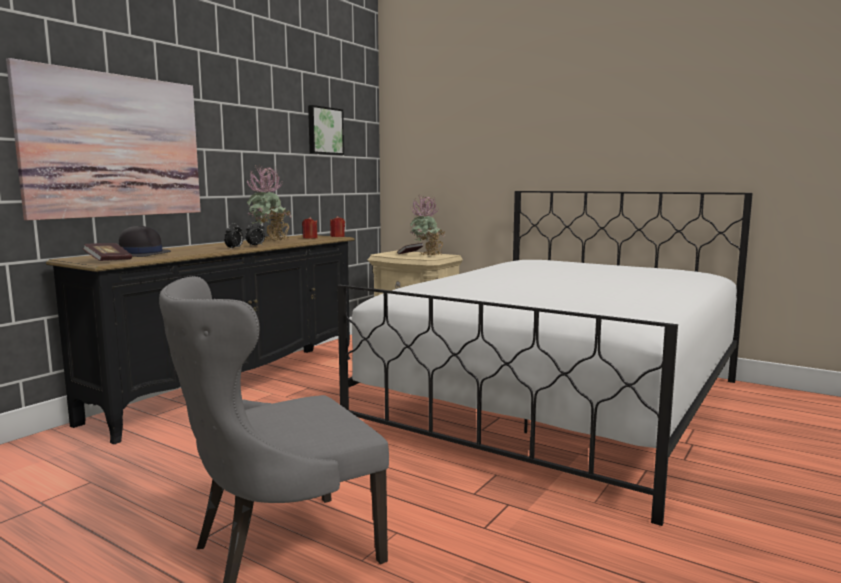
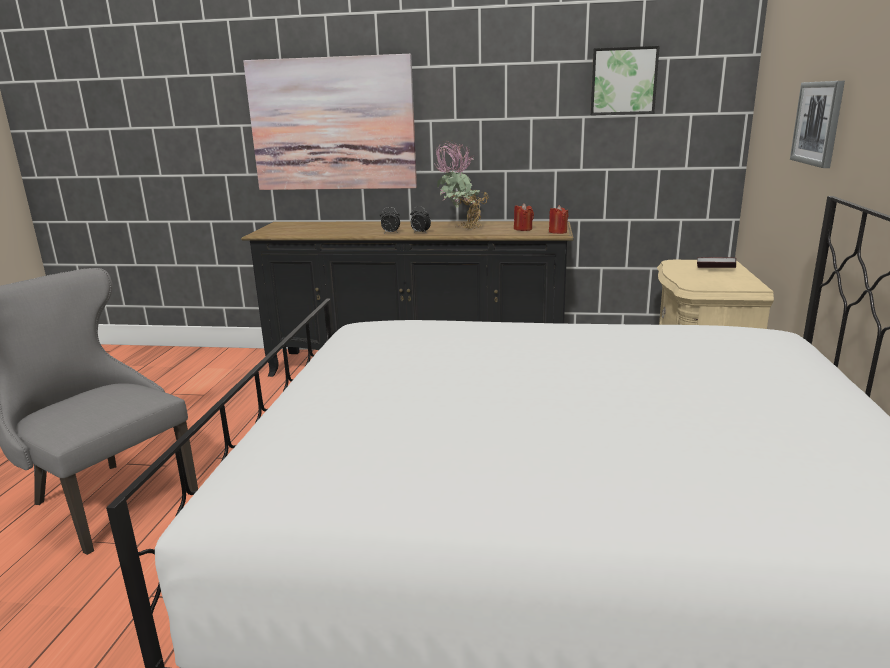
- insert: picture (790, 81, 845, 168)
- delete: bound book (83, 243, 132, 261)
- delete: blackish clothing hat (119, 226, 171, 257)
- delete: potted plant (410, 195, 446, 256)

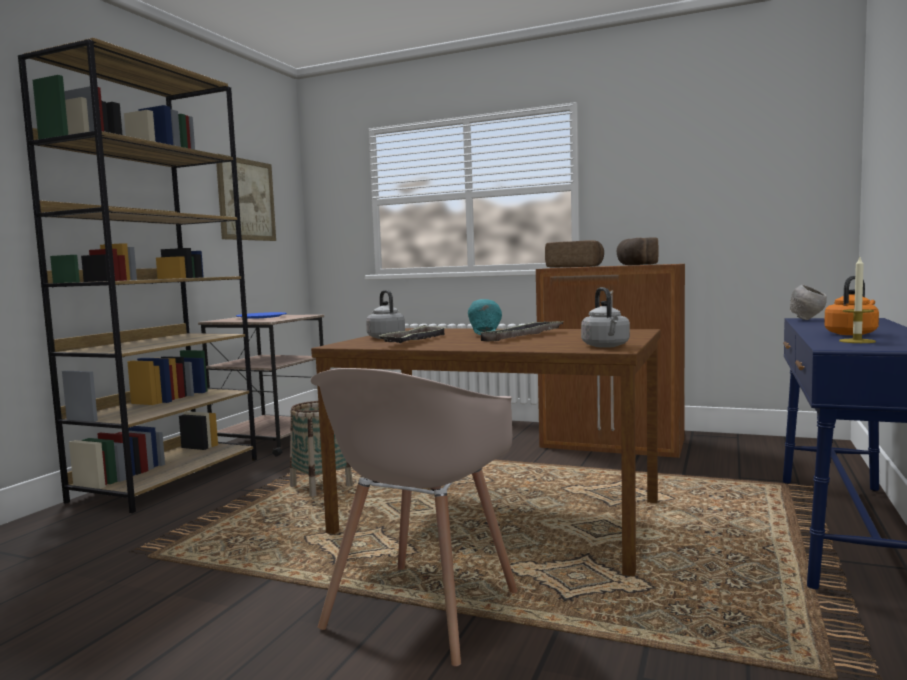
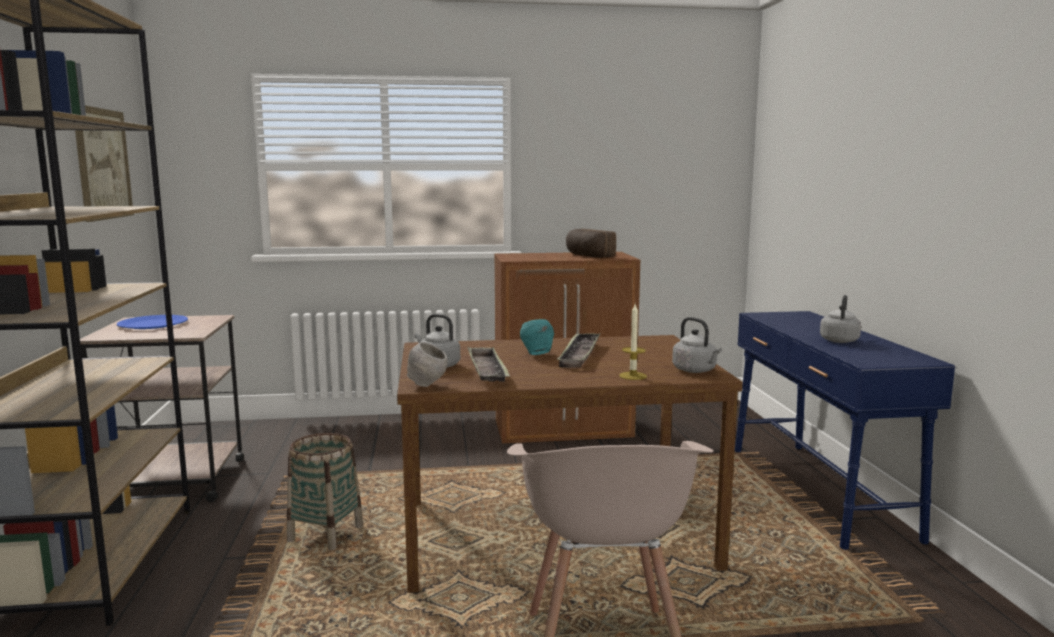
- move: gray deep dish (789, 285, 827, 320) to (407, 342, 447, 387)
- move: candle (839, 257, 876, 343) to (619, 304, 647, 380)
- recolor: orange-coloured water kettle (824, 276, 879, 335) to gray water kettle (820, 295, 861, 343)
- delete: bread (545, 240, 604, 268)

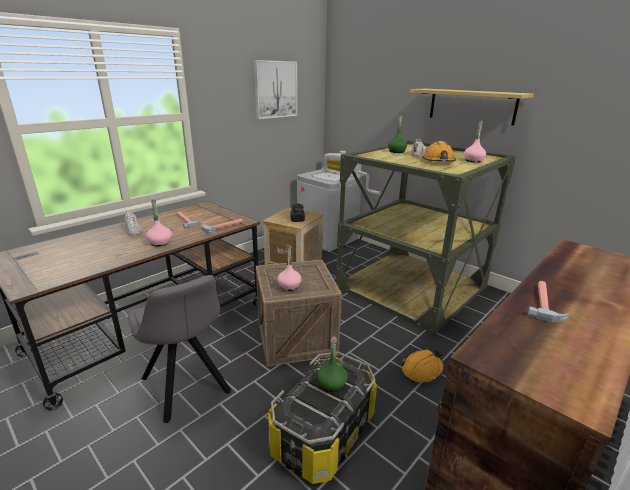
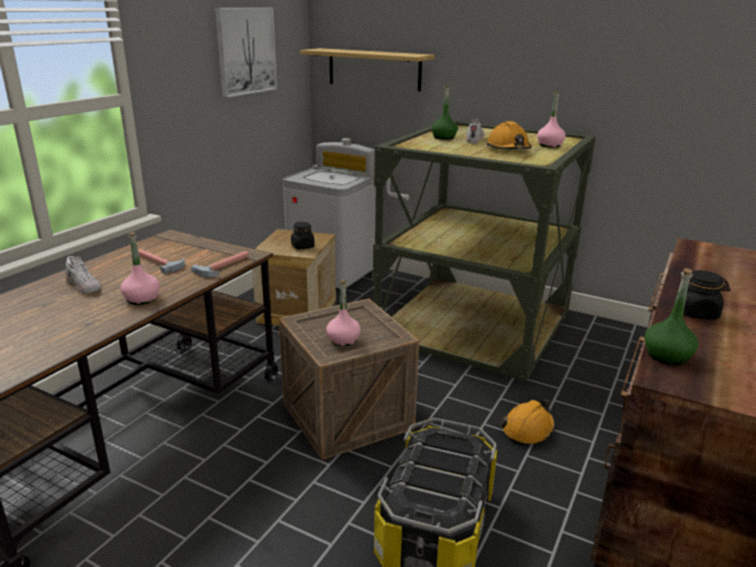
- move: bracket shelf (410, 89, 534, 126) to (300, 48, 435, 91)
- move: greenish beverage bottle (317, 336, 347, 392) to (645, 268, 698, 365)
- replace: hammer (528, 281, 569, 322) to blackish preserve jar (676, 270, 730, 319)
- delete: gray chair (128, 275, 231, 423)

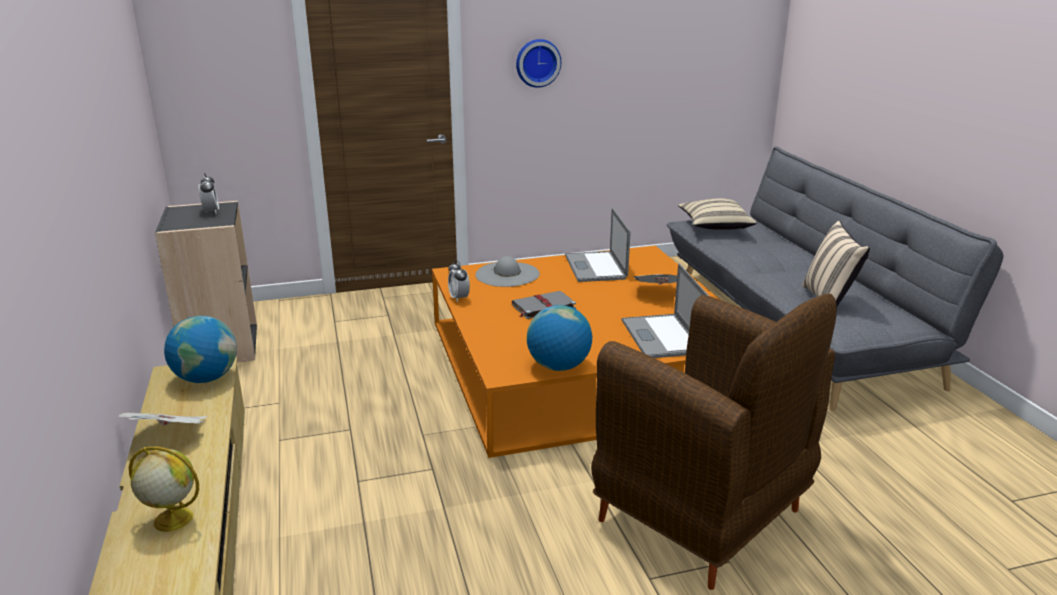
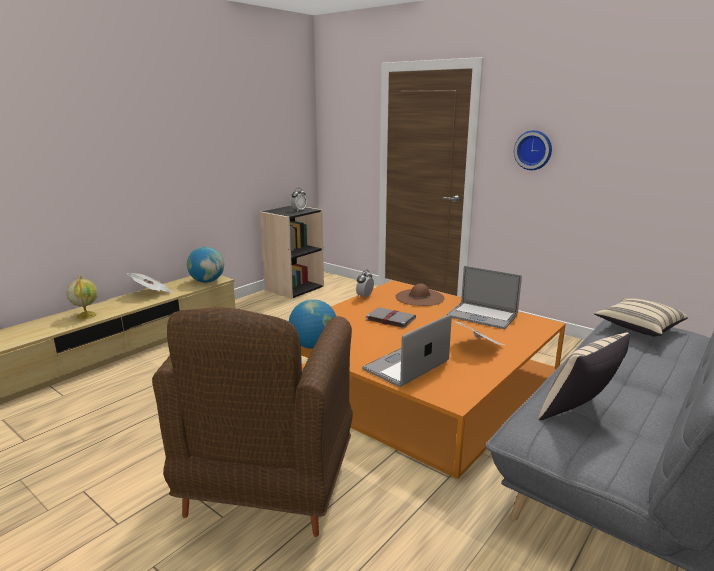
- recolor: gray clothing hat (475, 256, 540, 287) to brownish clothing hat (396, 284, 444, 306)
- rotate: notebook computer (565, 208, 630, 282) = (447, 266, 522, 329) 105 degrees counterclockwise

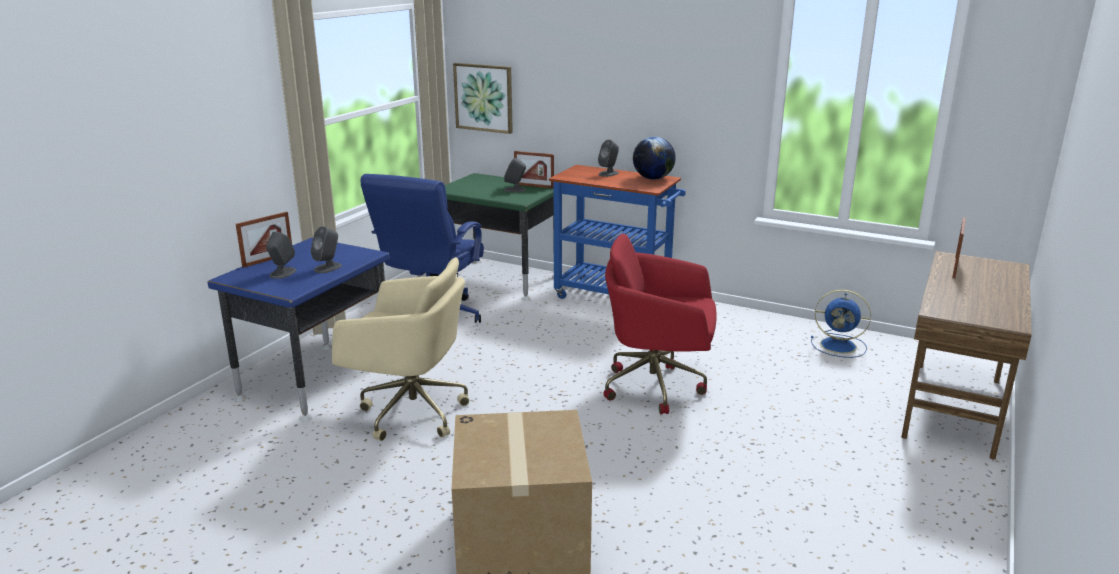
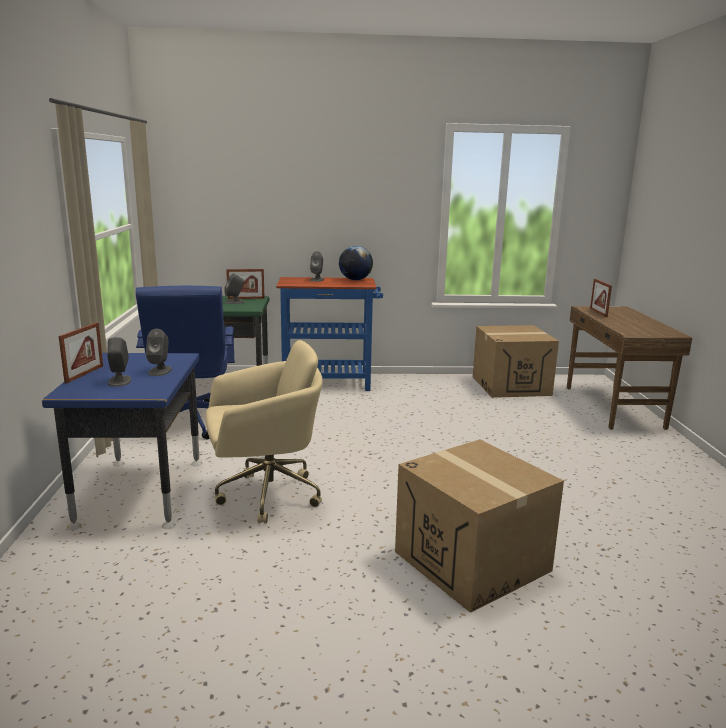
- replace: bluish cooling fan (811, 290, 871, 358) to carton (473, 325, 559, 398)
- delete: picture (453, 63, 513, 134)
- delete: red computer chair (604, 234, 717, 414)

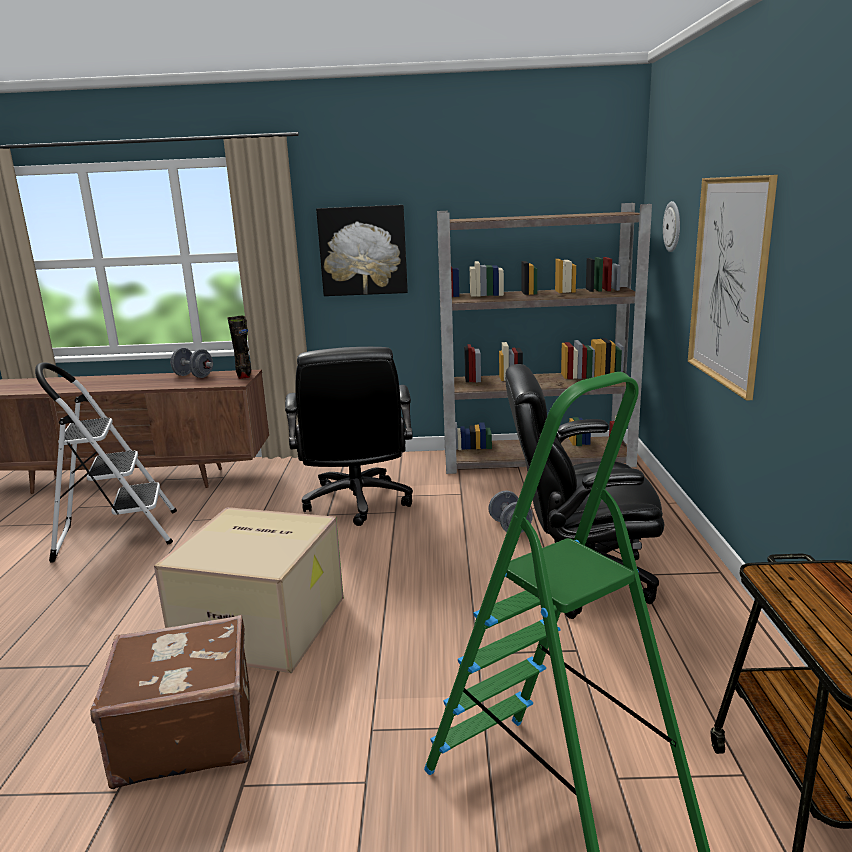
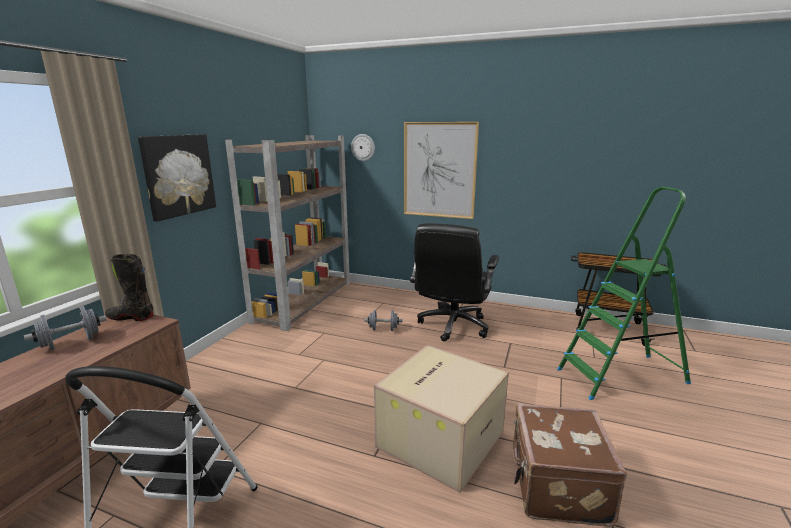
- delete: blackish computer chair (285, 347, 413, 526)

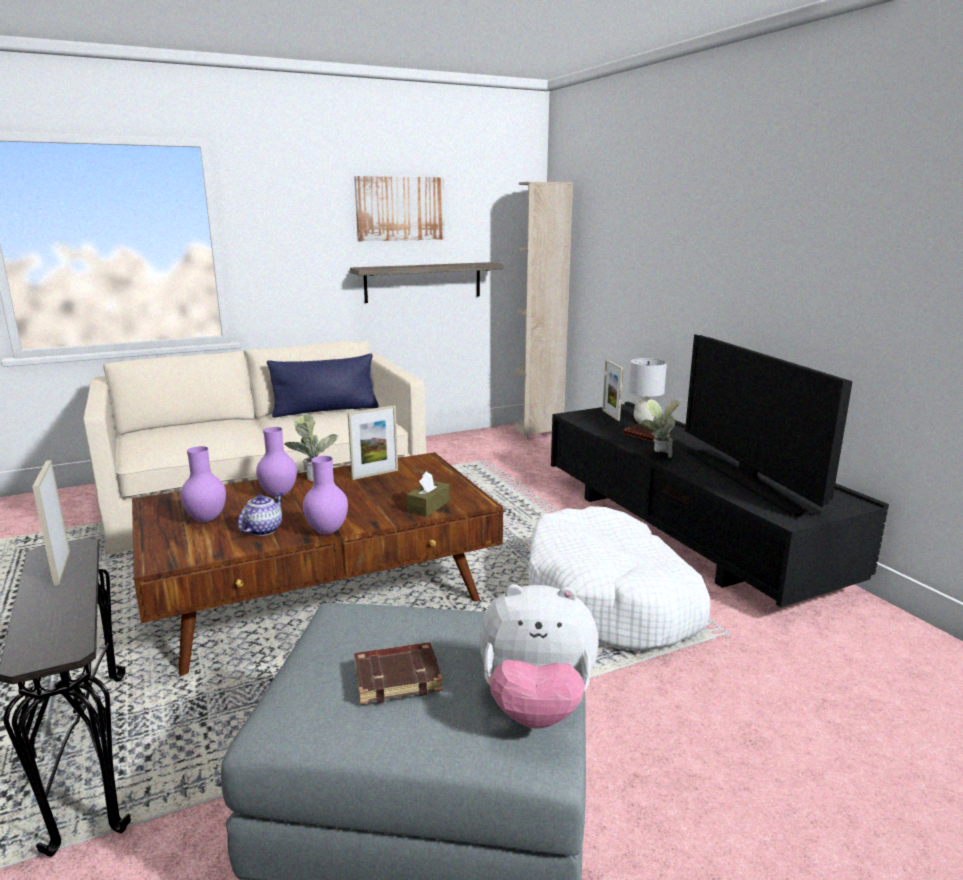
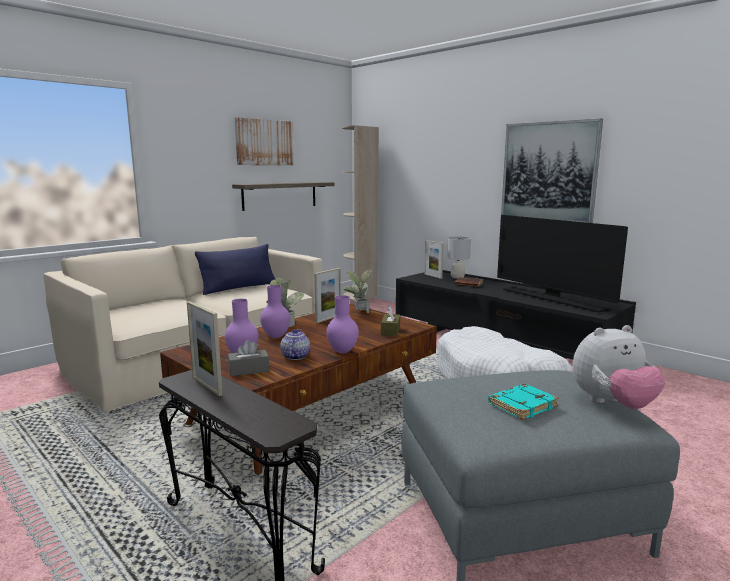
- insert: gray tissue holder (228, 340, 269, 376)
- move: potted plant (640, 400, 680, 458) to (343, 269, 372, 313)
- recolor: brownish bound book (354, 642, 443, 704) to turquoise bound book (488, 384, 558, 420)
- insert: picture (501, 119, 603, 223)

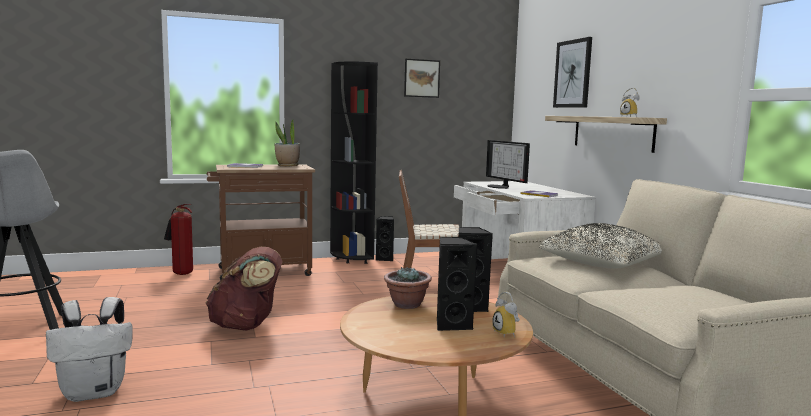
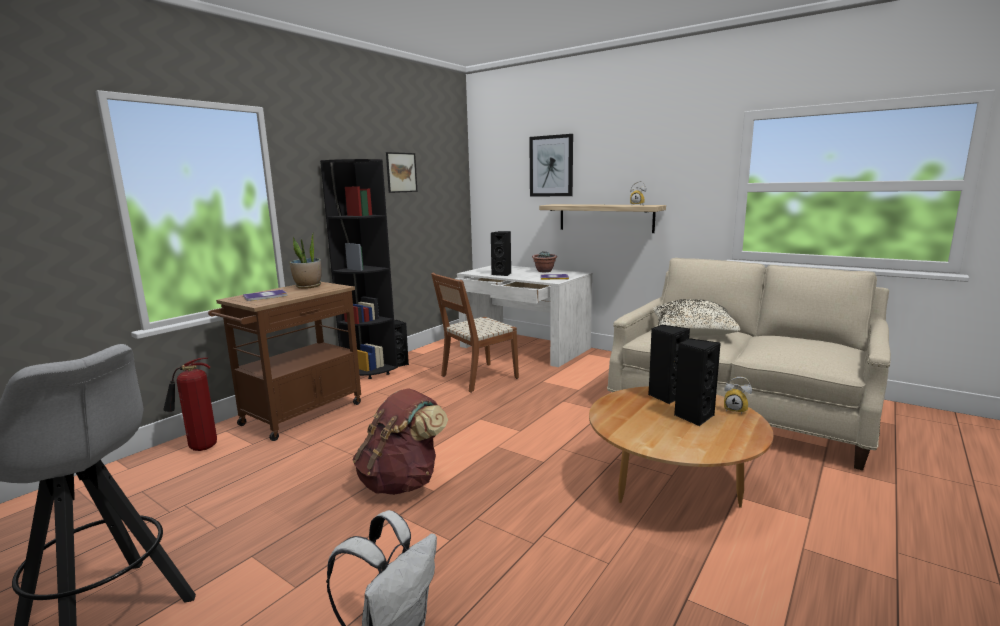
- replace: computer screen (486, 140, 530, 189) to blackish loudspeaker (491, 231, 511, 276)
- move: potted plant (384, 267, 432, 309) to (532, 251, 557, 272)

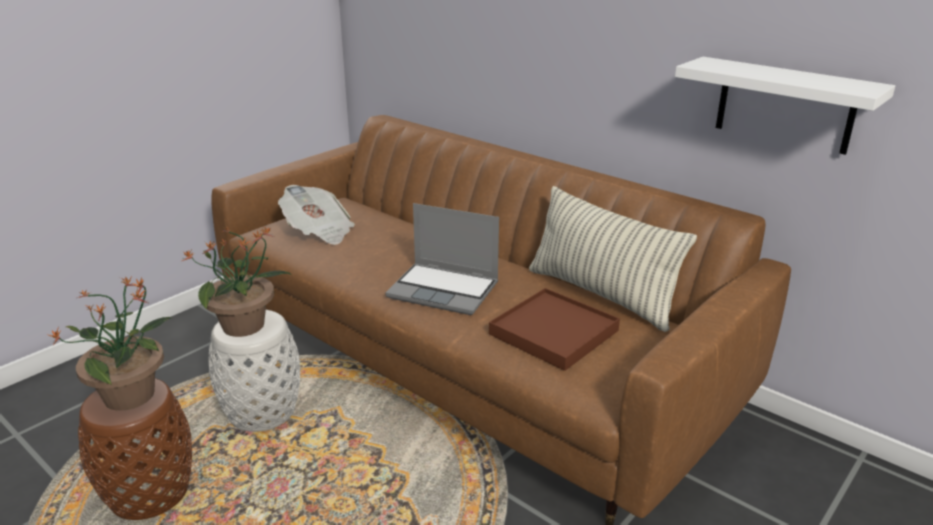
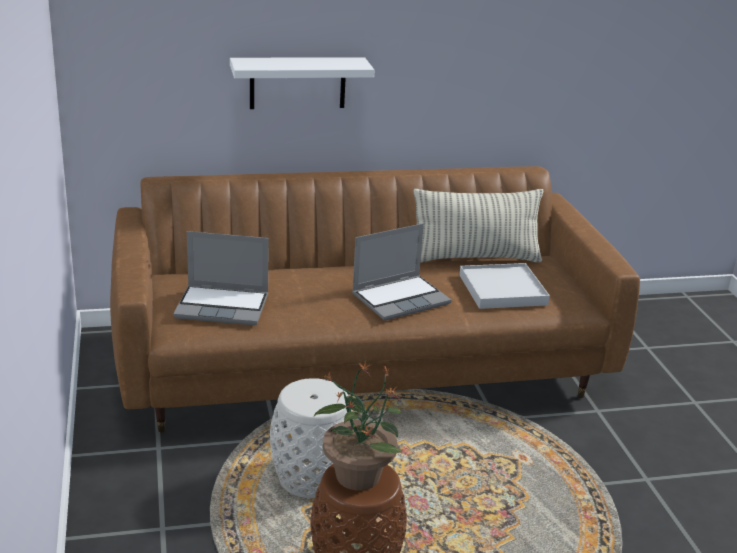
- replace: daily paper (278, 185, 355, 245) to notebook computer (173, 231, 269, 325)
- move: white bracket shelf (675, 57, 895, 155) to (230, 57, 374, 109)
- recolor: brownish serving tray (489, 288, 620, 371) to white serving tray (459, 263, 550, 309)
- delete: potted plant (182, 226, 292, 337)

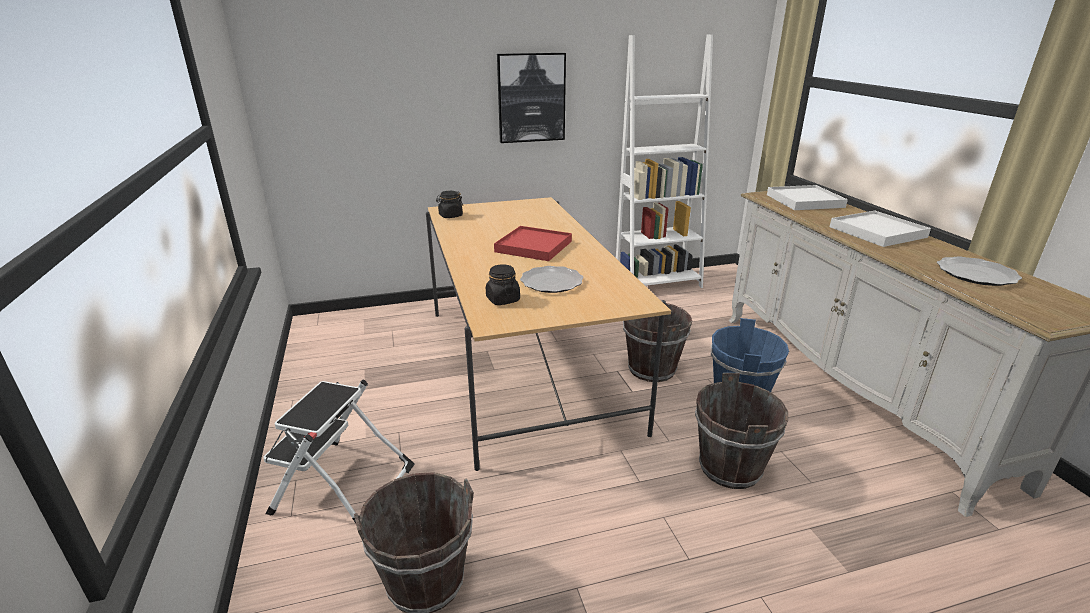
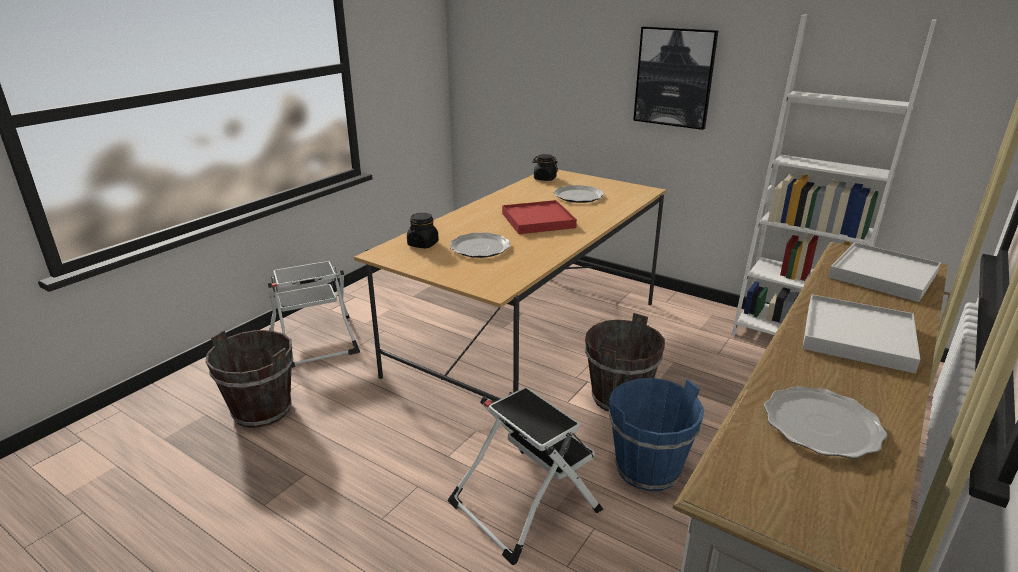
- replace: brownish water bucket (695, 373, 788, 489) to step stool (447, 387, 603, 565)
- insert: dinner plate (554, 185, 604, 203)

